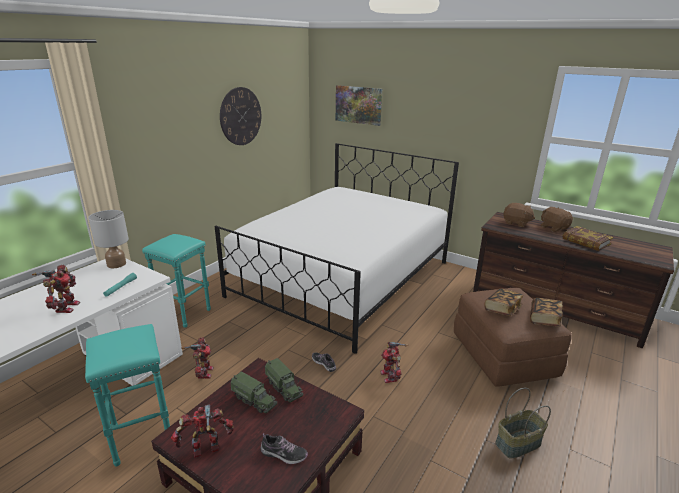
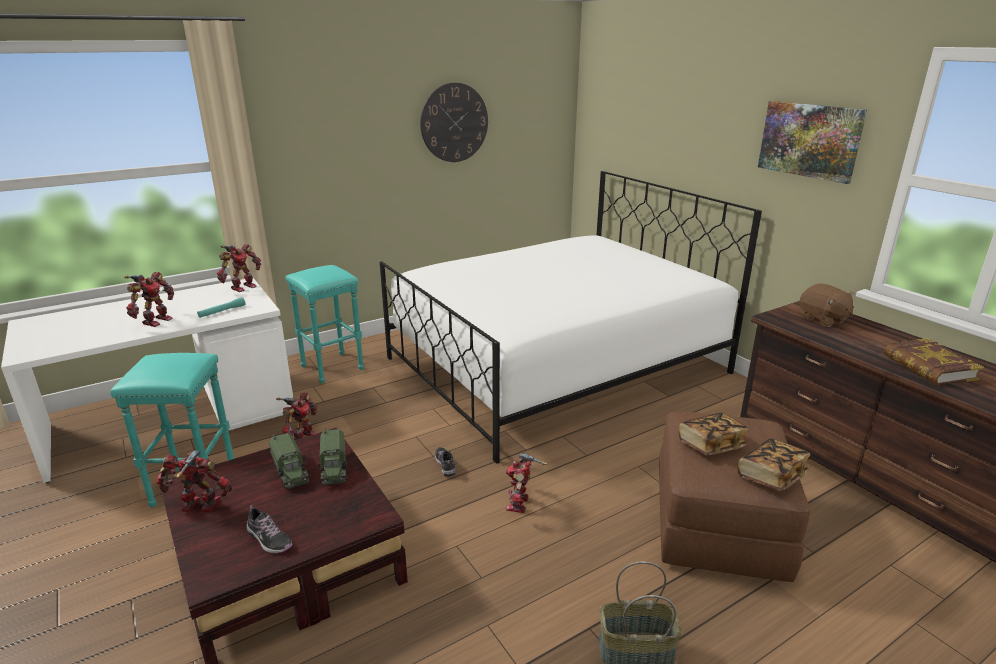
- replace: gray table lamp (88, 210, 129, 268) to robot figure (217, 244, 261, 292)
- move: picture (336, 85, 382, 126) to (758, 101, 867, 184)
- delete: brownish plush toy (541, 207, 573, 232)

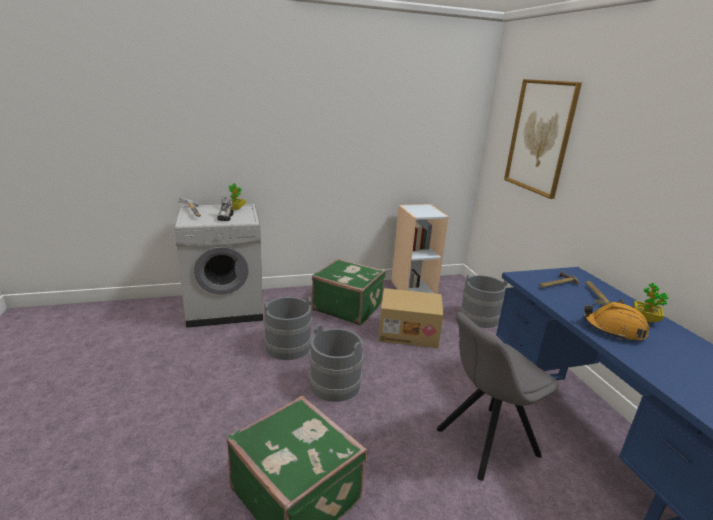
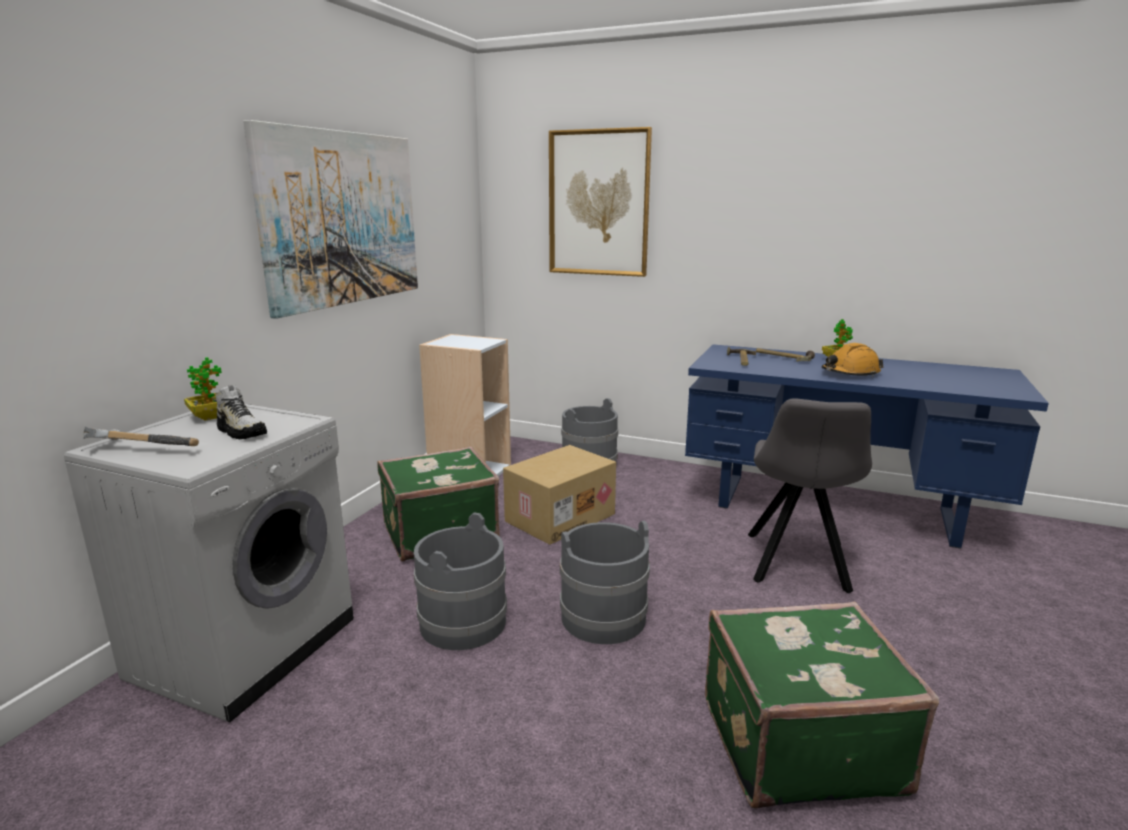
- insert: picture (243, 120, 418, 319)

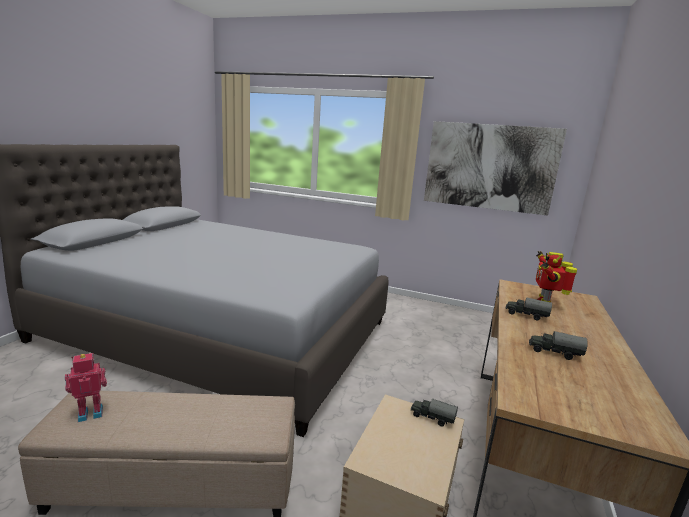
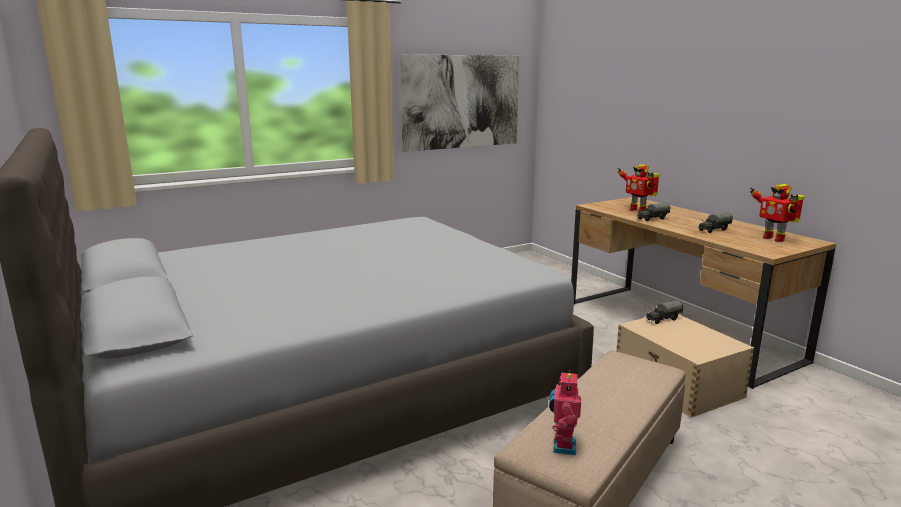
- insert: robot figure (750, 184, 805, 242)

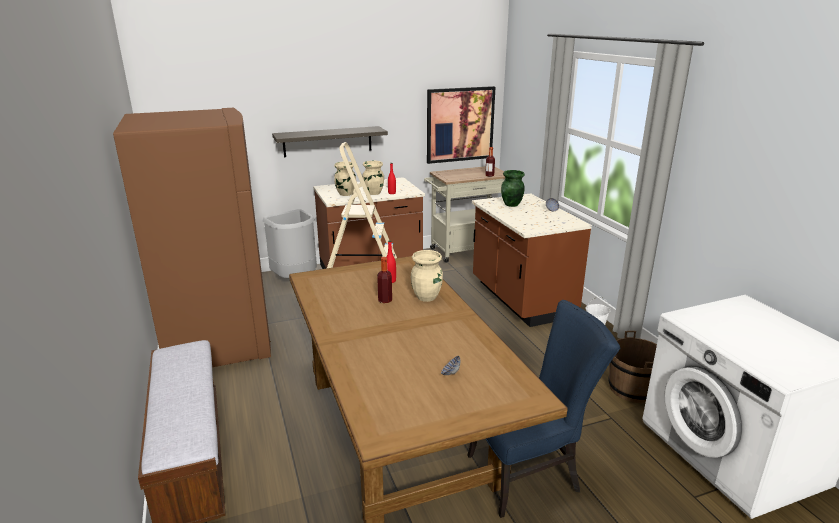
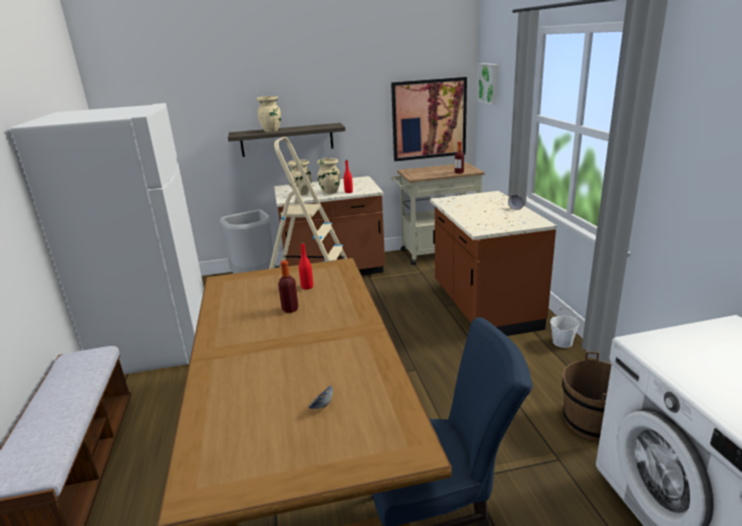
- recolor: brownish kitchen fridge (113, 108, 271, 367) to white kitchen fridge (10, 103, 204, 374)
- move: sand-coloured flower vase (411, 250, 443, 302) to (256, 96, 281, 132)
- insert: picture (478, 63, 498, 105)
- delete: greenish flower vase (501, 170, 525, 207)

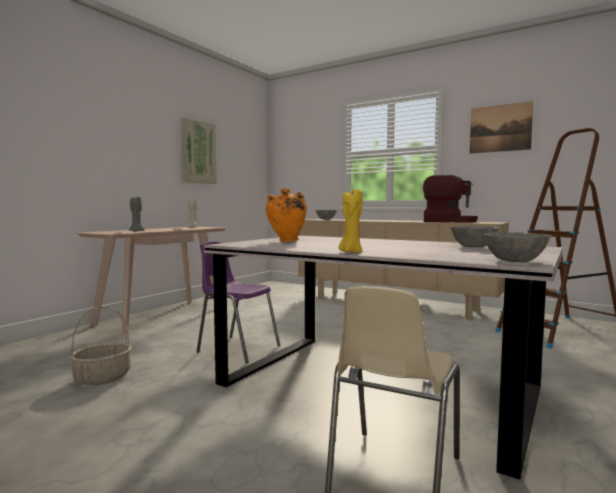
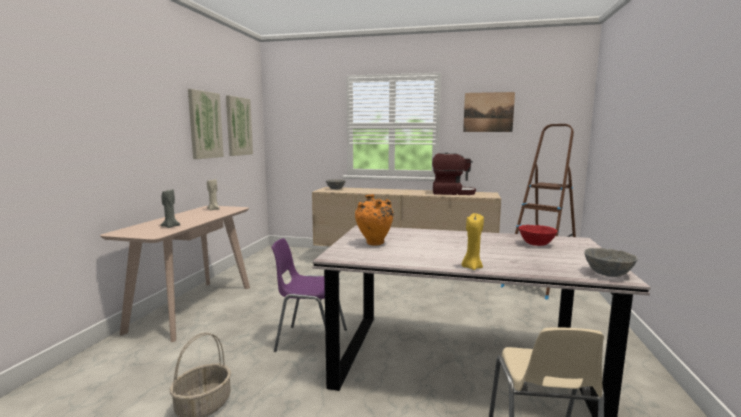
- insert: picture (226, 95, 253, 156)
- recolor: gray deep dish (450, 226, 499, 247) to red deep dish (519, 225, 557, 246)

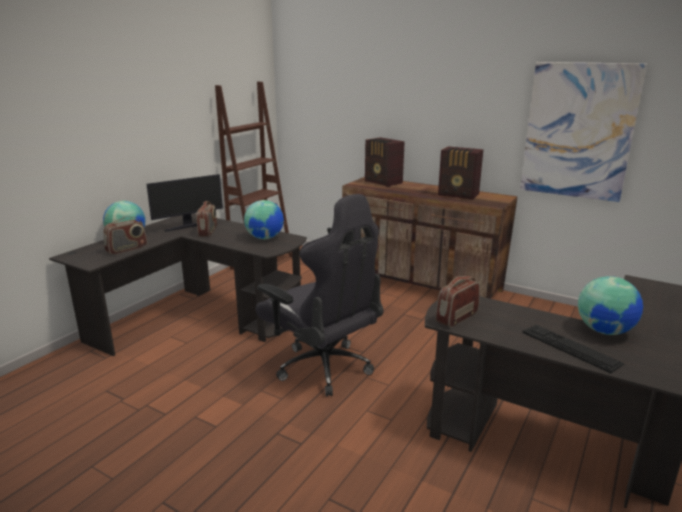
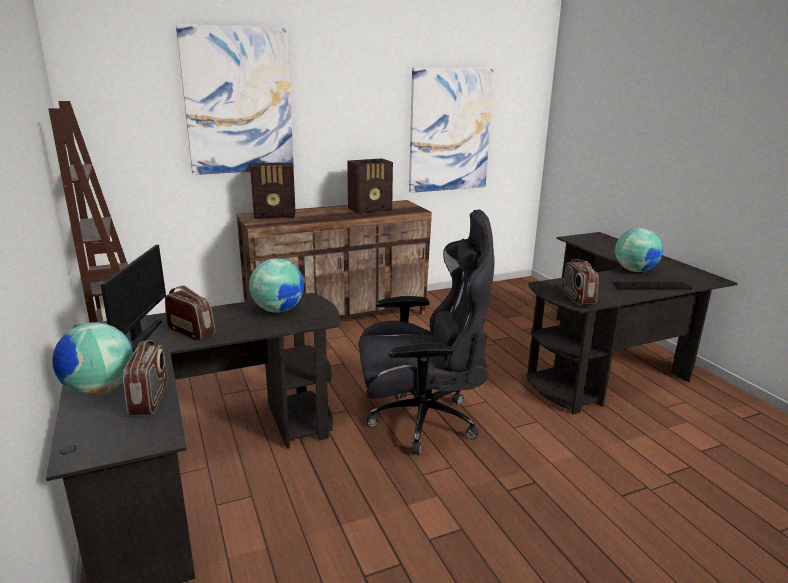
- insert: picture (176, 24, 294, 175)

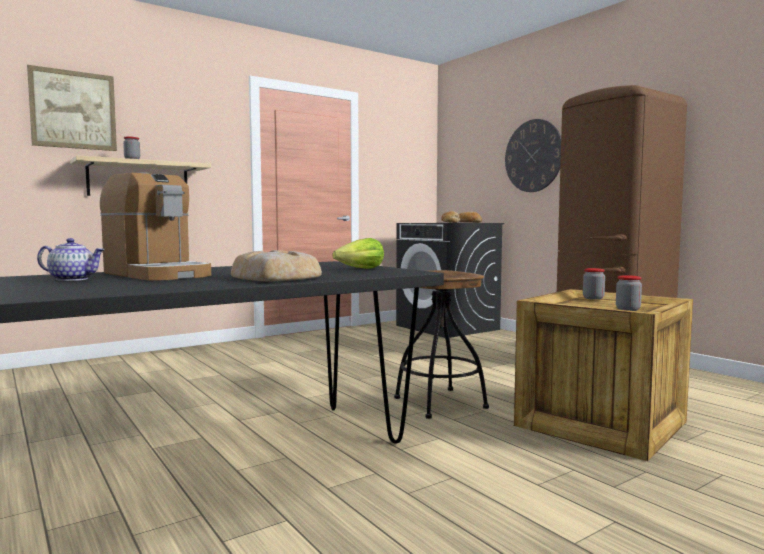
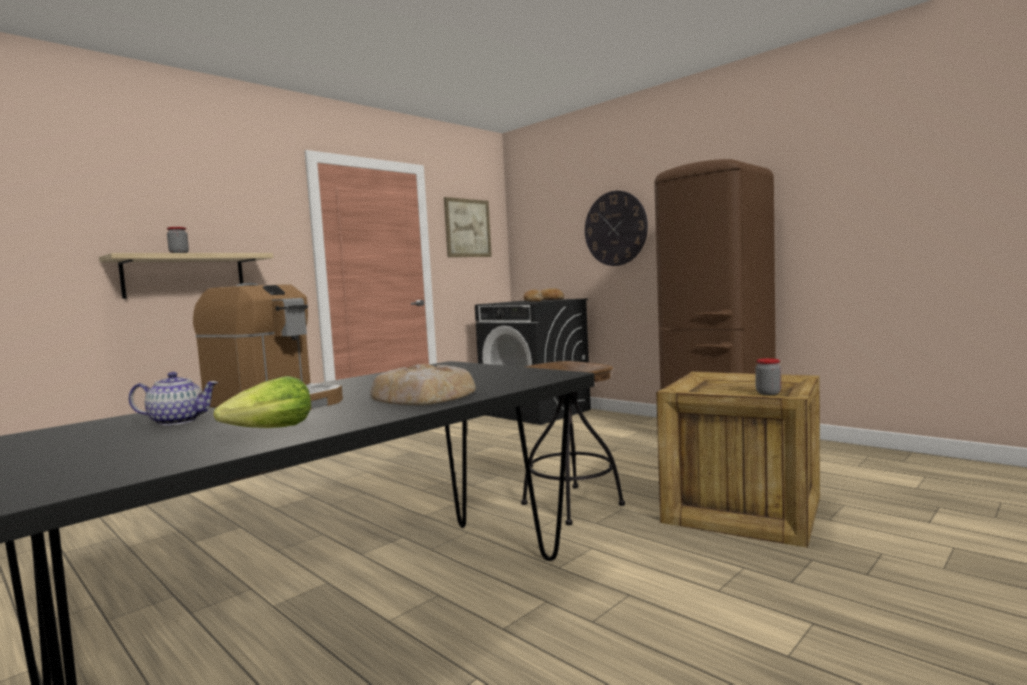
- move: lettuce (333, 238, 384, 269) to (214, 376, 311, 428)
- move: picture (27, 65, 117, 151) to (444, 197, 492, 257)
- delete: preserve jar (583, 268, 605, 300)

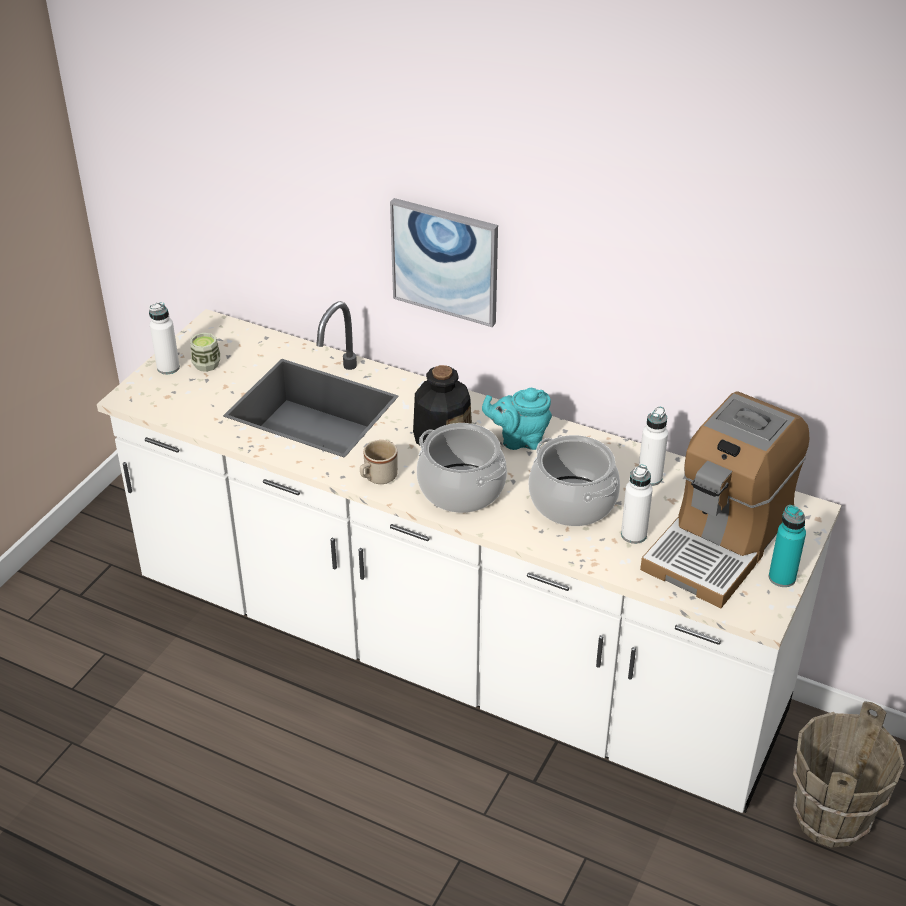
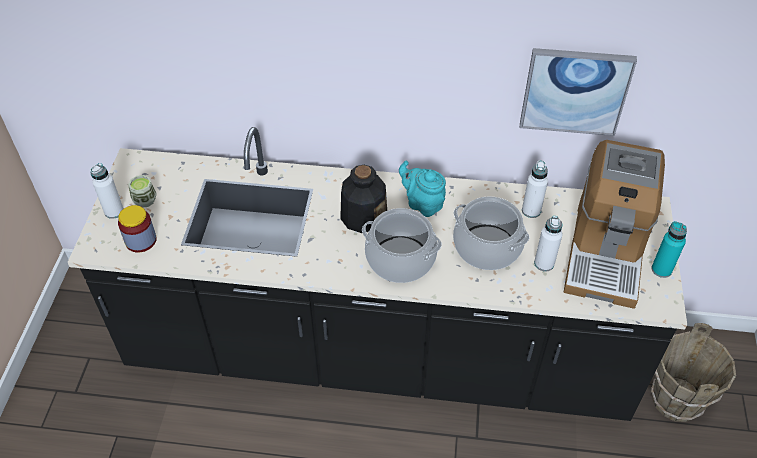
- recolor: white counter (97, 301, 841, 813) to blackish counter (67, 127, 687, 421)
- insert: preserve jar (118, 205, 157, 253)
- rotate: turquoise tea pot (482, 388, 552, 450) = (399, 161, 446, 217) 60 degrees clockwise
- move: picture (390, 198, 498, 327) to (520, 48, 637, 136)
- delete: sand-coloured tea mug (360, 440, 398, 484)

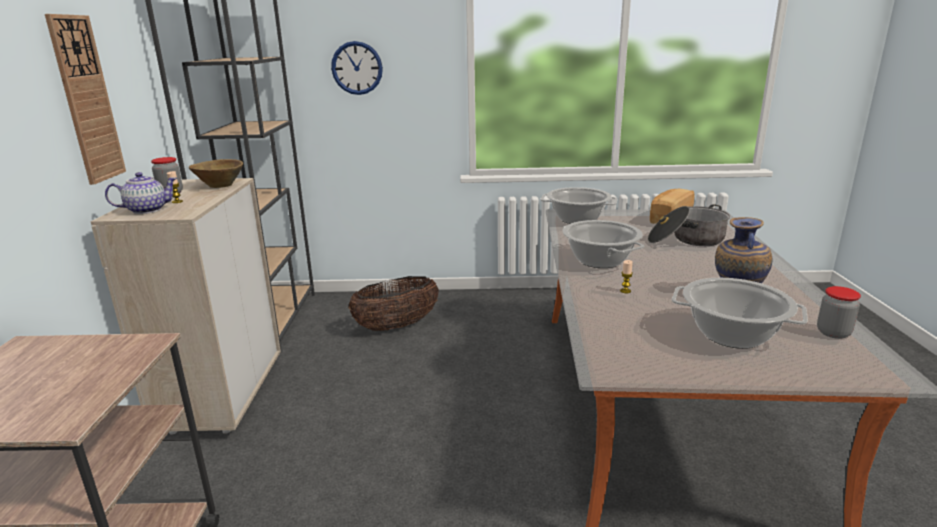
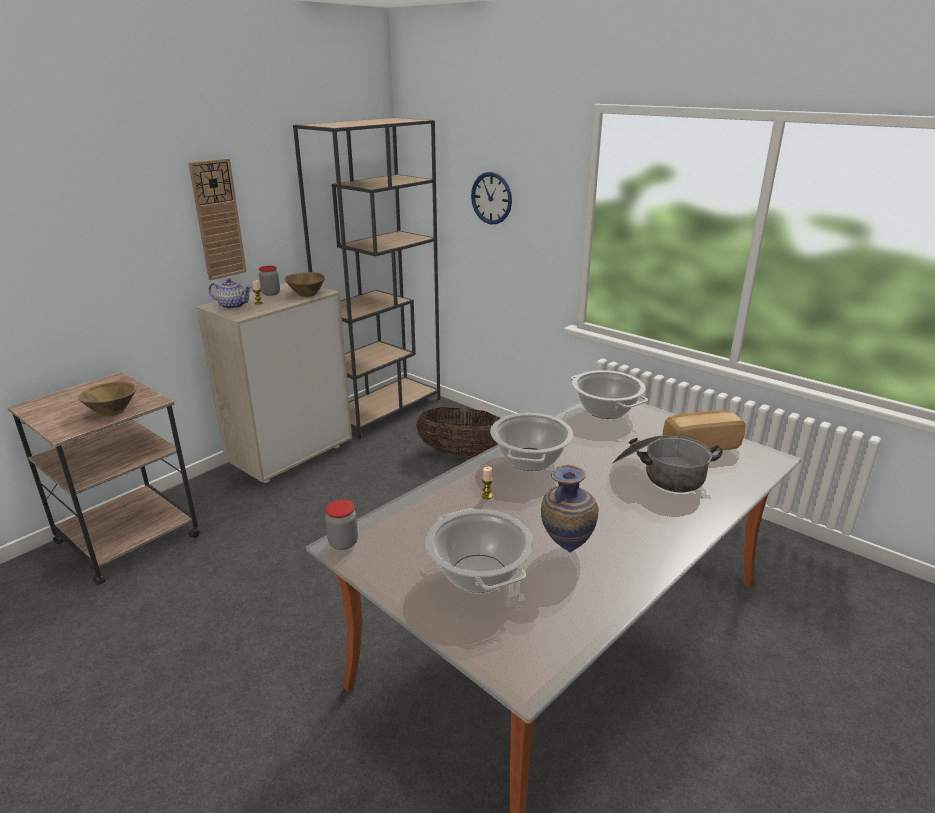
- insert: brownish deep dish (78, 381, 136, 417)
- move: preserve jar (817, 286, 861, 339) to (325, 500, 358, 550)

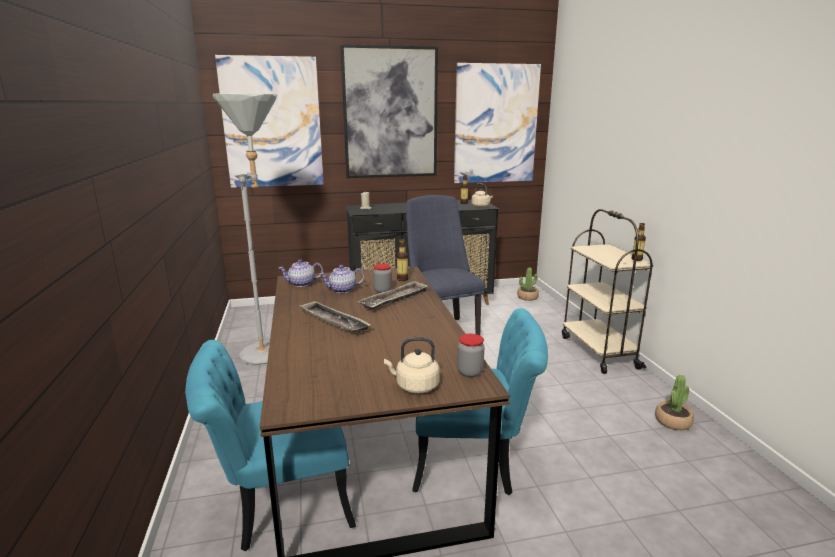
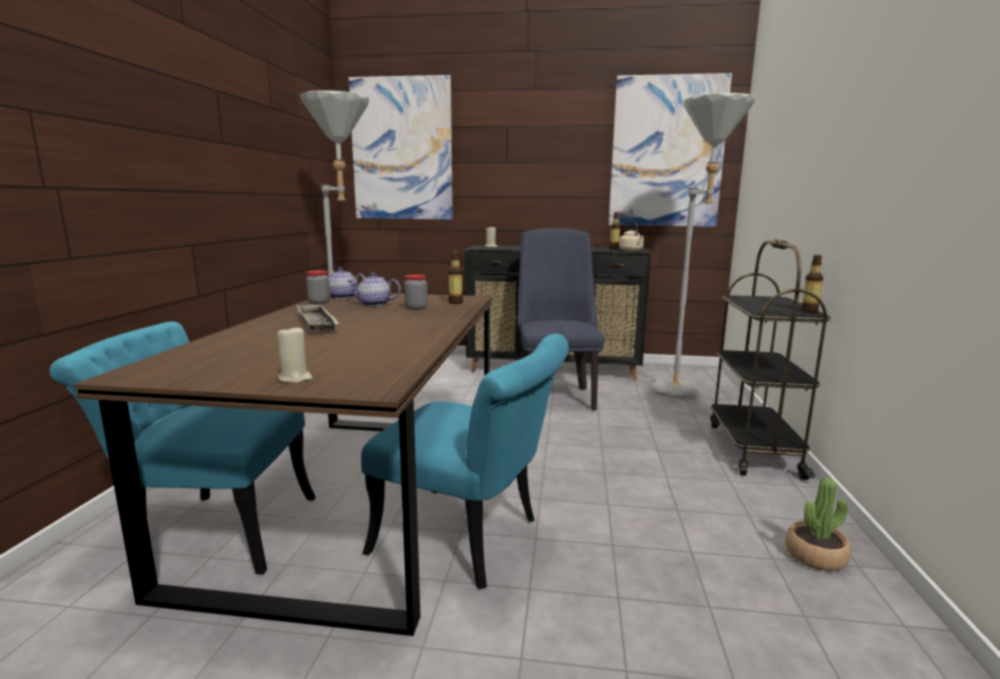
- replace: sand-coloured water kettle (384, 337, 440, 394) to sand-coloured candle (277, 325, 313, 383)
- move: preserve jar (457, 334, 484, 377) to (306, 270, 330, 304)
- insert: gray standing lamp (650, 93, 755, 398)
- recolor: sand-coloured cart (562, 209, 653, 374) to blackish cart (710, 239, 831, 480)
- delete: picture (340, 44, 438, 178)
- delete: serving tray (358, 280, 428, 310)
- delete: potted plant (517, 267, 539, 301)

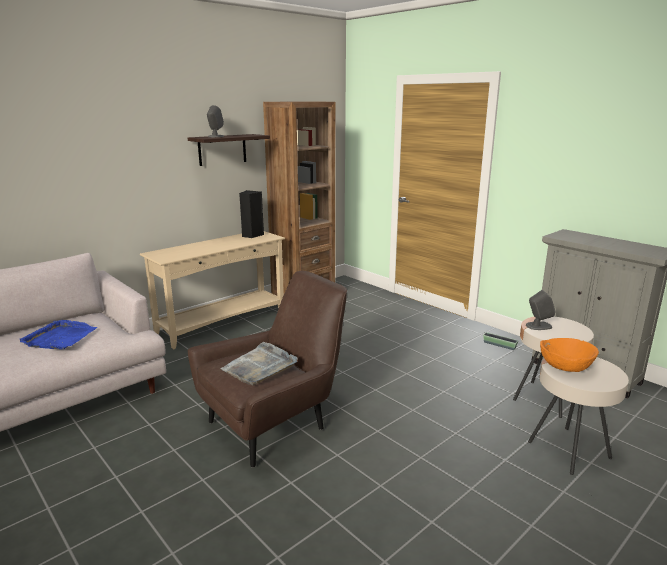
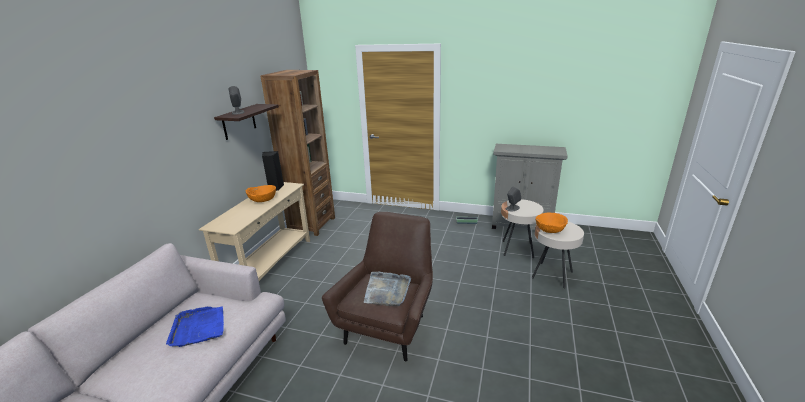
- insert: orange-coloured deep dish (246, 185, 276, 202)

